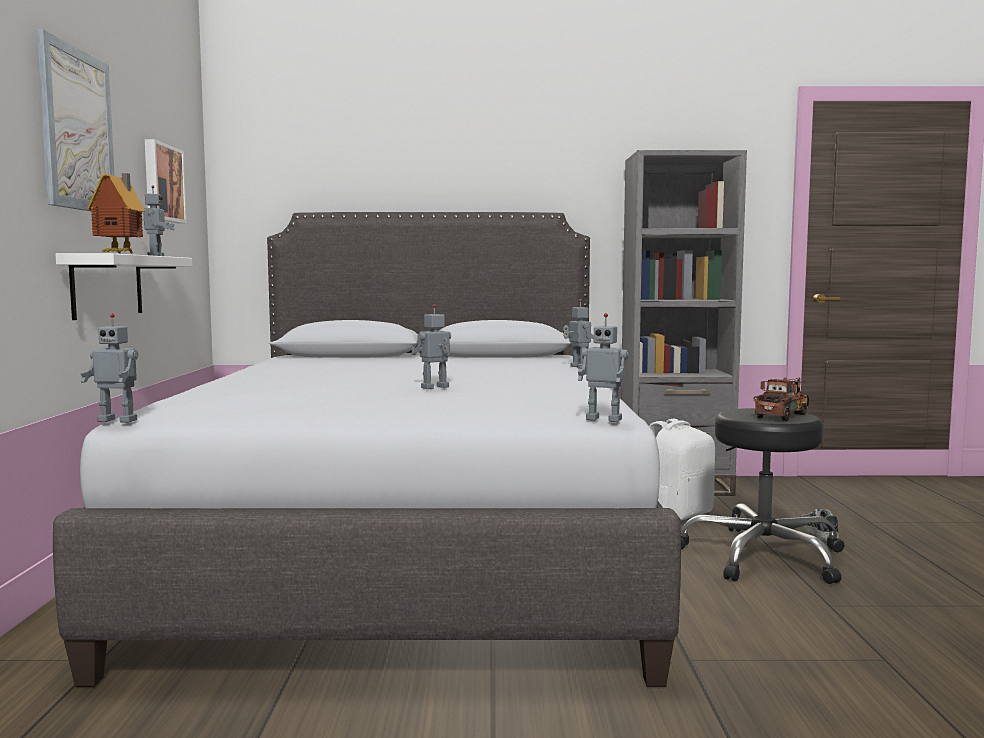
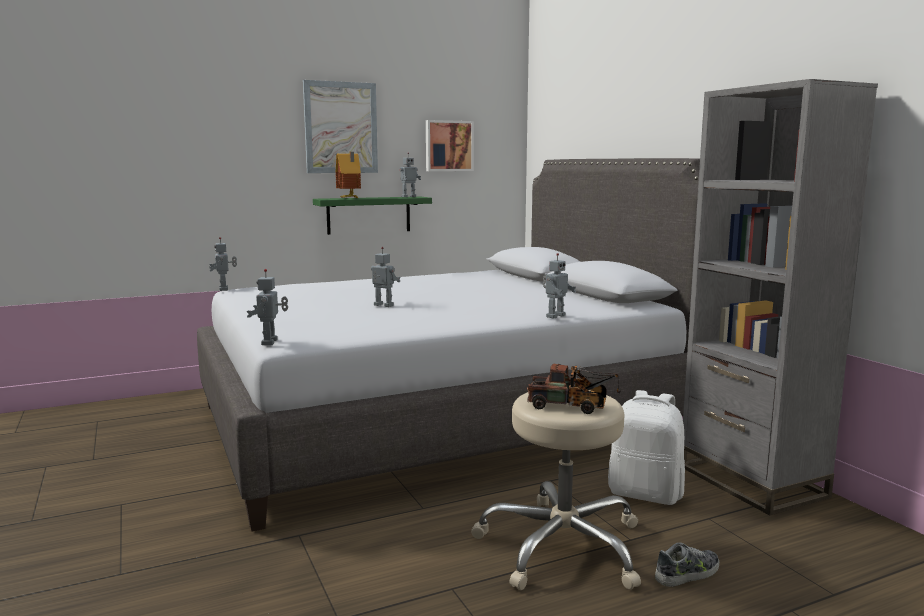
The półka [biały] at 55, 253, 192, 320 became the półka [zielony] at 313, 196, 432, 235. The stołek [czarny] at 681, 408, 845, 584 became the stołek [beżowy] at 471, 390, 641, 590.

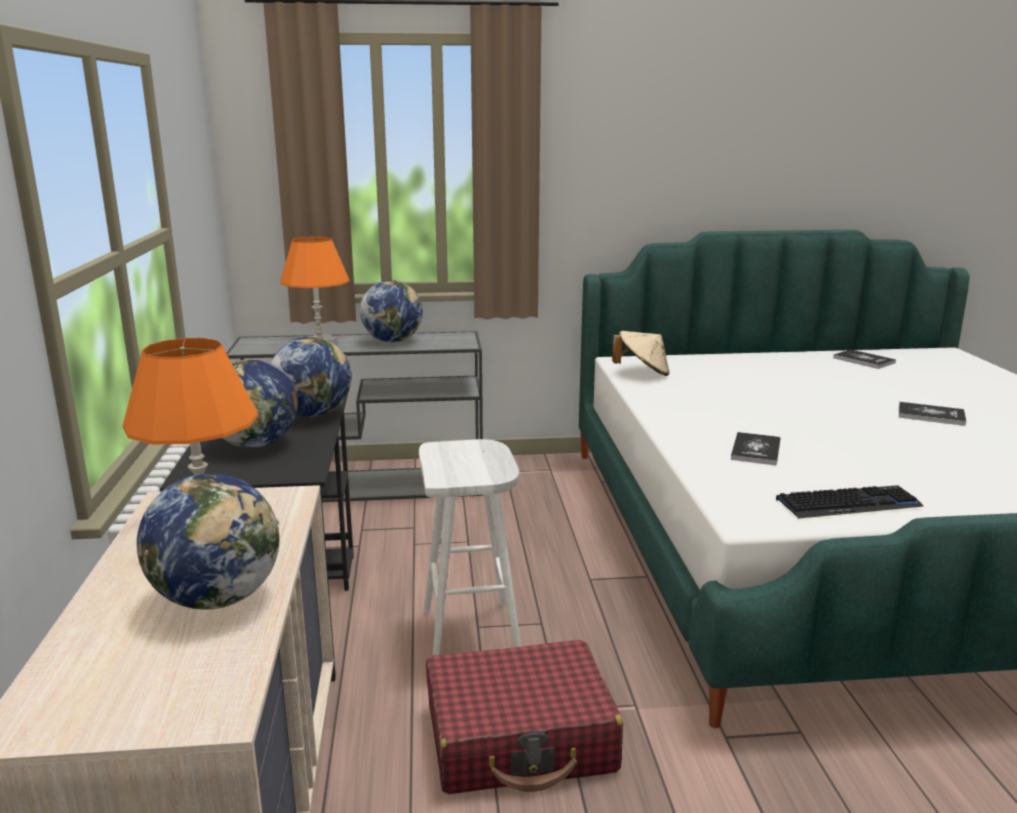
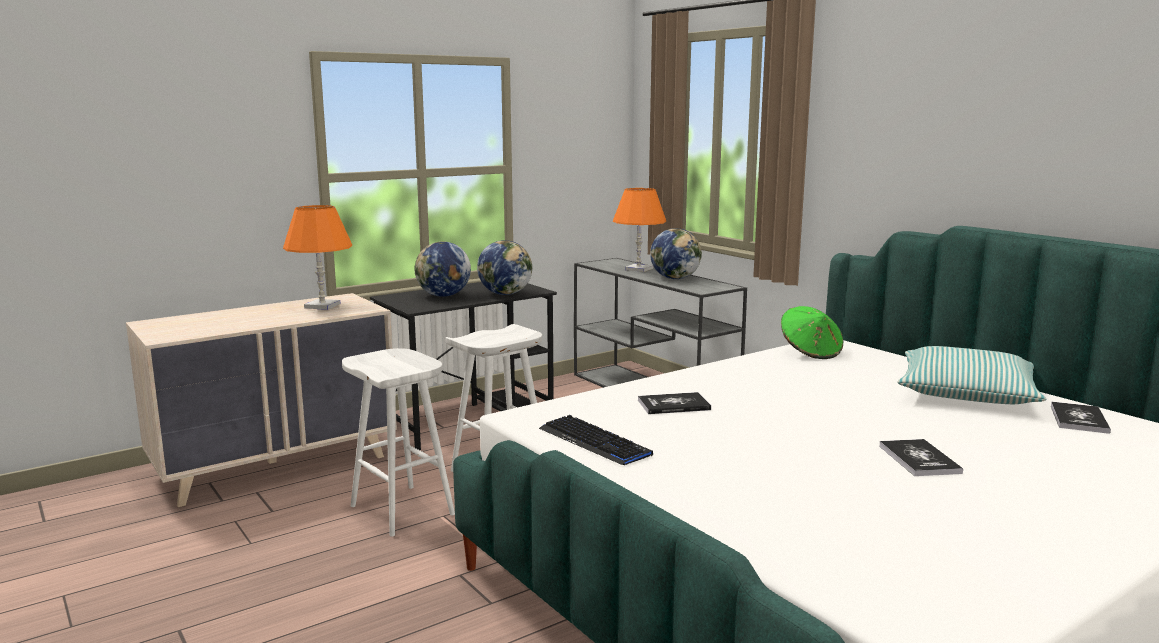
The kapelusz [beżowy] at 612, 331, 670, 376 became the kapelusz [zielony] at 781, 306, 843, 359. The globus at 137, 474, 280, 610 disappeared. The walizka [czerwony] at 426, 640, 623, 794 was replaced by the stołek [biały] at 342, 348, 455, 537. The poduszka at 897, 346, 1046, 404 appeared.

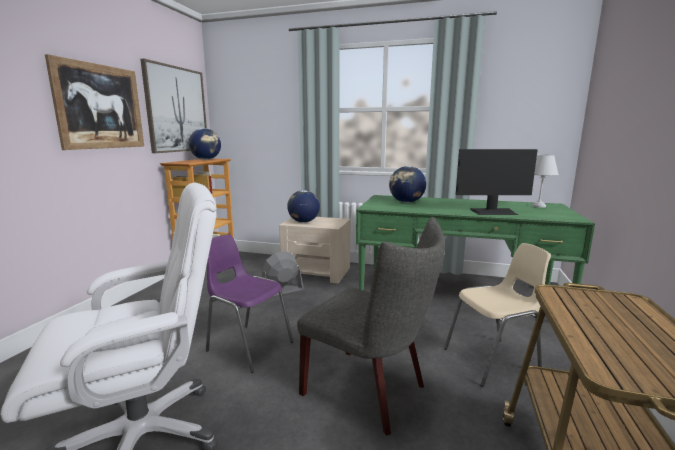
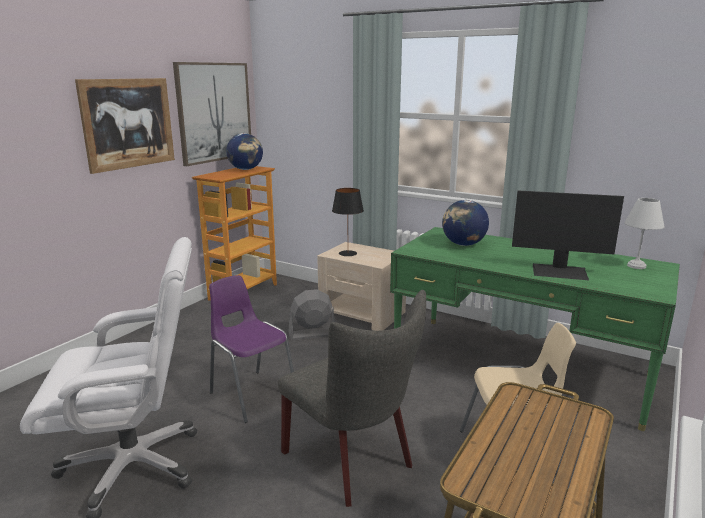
The globus at 287, 190, 320, 223 was replaced by the lampa stołowa [czarny] at 332, 188, 364, 256.

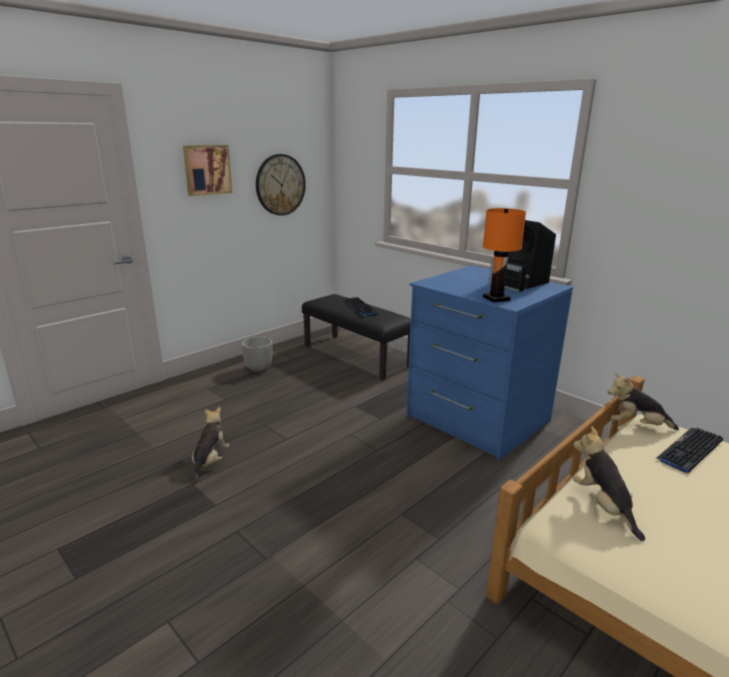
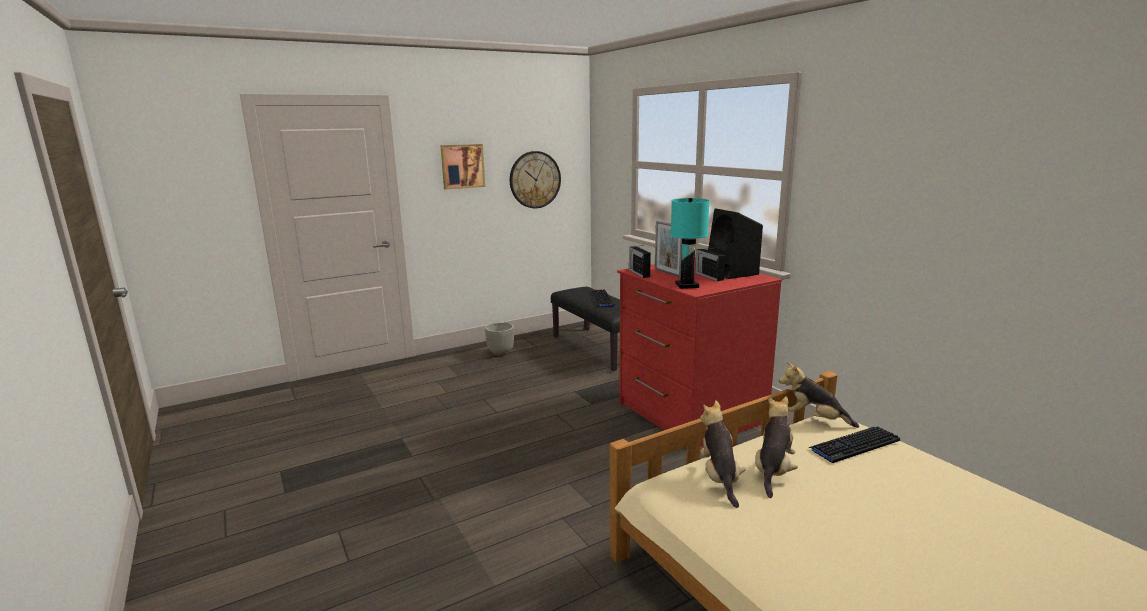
The lampa stołowa [pomarańczowy] at 483, 208, 526, 303 became the lampa stołowa [turkusowy] at 670, 198, 710, 289. The komoda [niebieski] at 406, 265, 573, 460 became the komoda [czerwony] at 617, 258, 782, 447. The pluszak moved from 192, 407, 230, 483 to 755, 396, 798, 498. The ramka na zdjęcie at 655, 220, 682, 277 appeared. The radio at 629, 245, 651, 278 appeared.

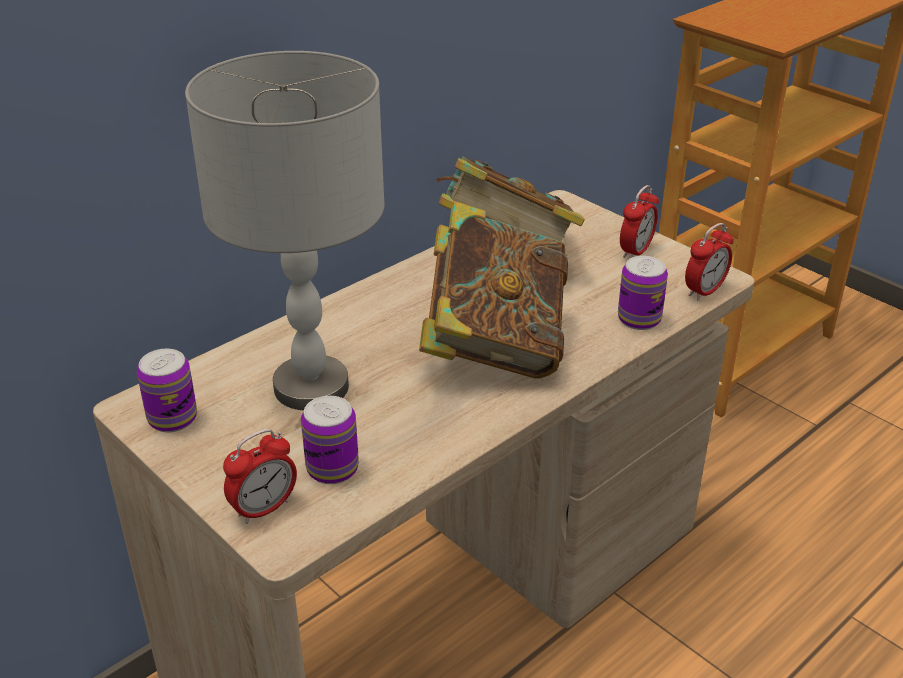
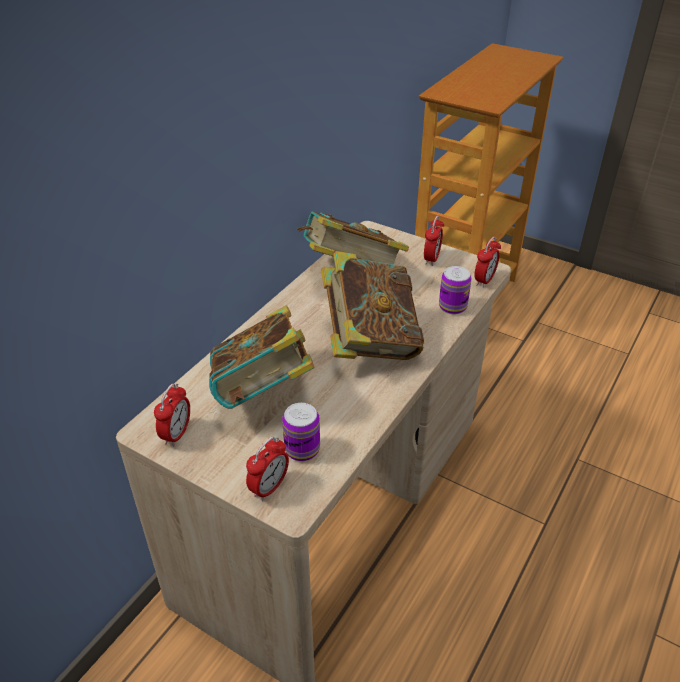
The lampa stołowa [szary] at 185, 51, 385, 410 was replaced by the książka at 209, 305, 314, 409. The puszka at 137, 349, 197, 432 was replaced by the budzik at 154, 383, 190, 446.

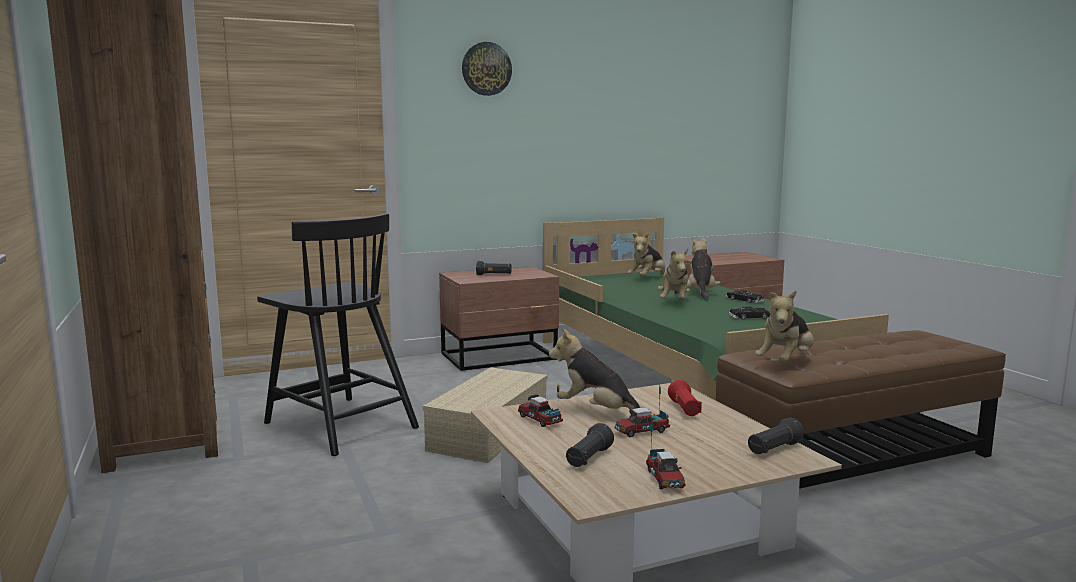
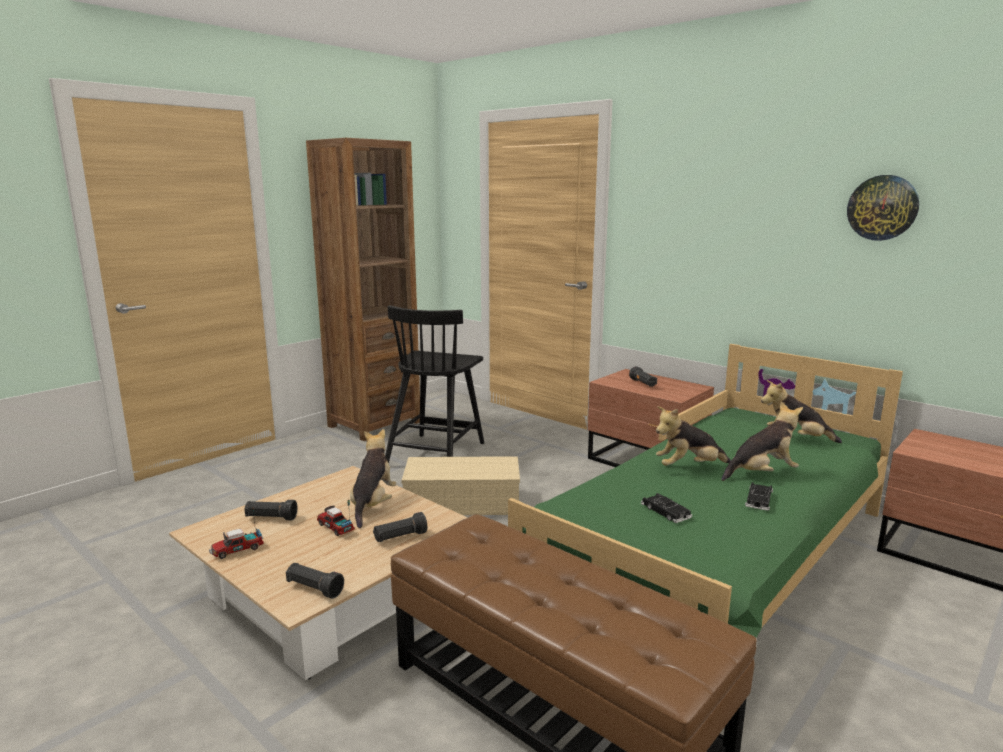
The zegar ścienny moved from 462, 42, 512, 96 to 847, 175, 919, 241. The pluszak at 755, 290, 814, 362 disappeared. The latarka [czerwony] at 668, 380, 702, 416 became the latarka [czarny] at 373, 512, 427, 542. The ciężarówka zabawkowa at 518, 386, 563, 427 disappeared.

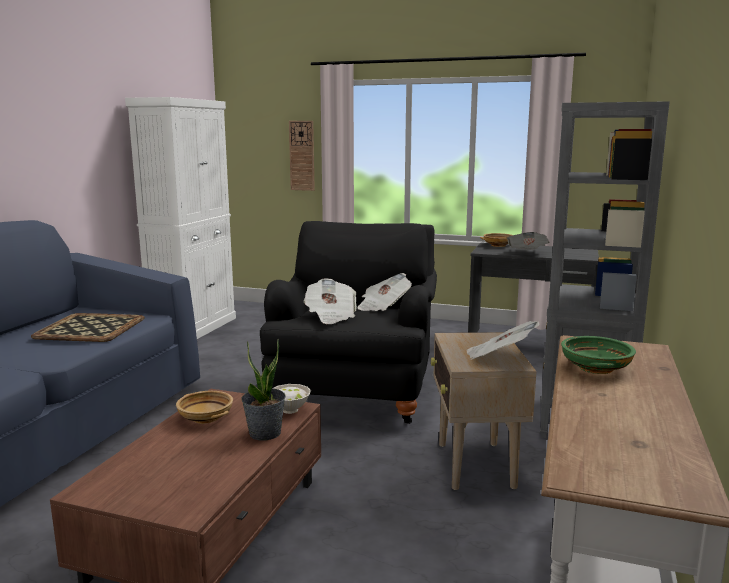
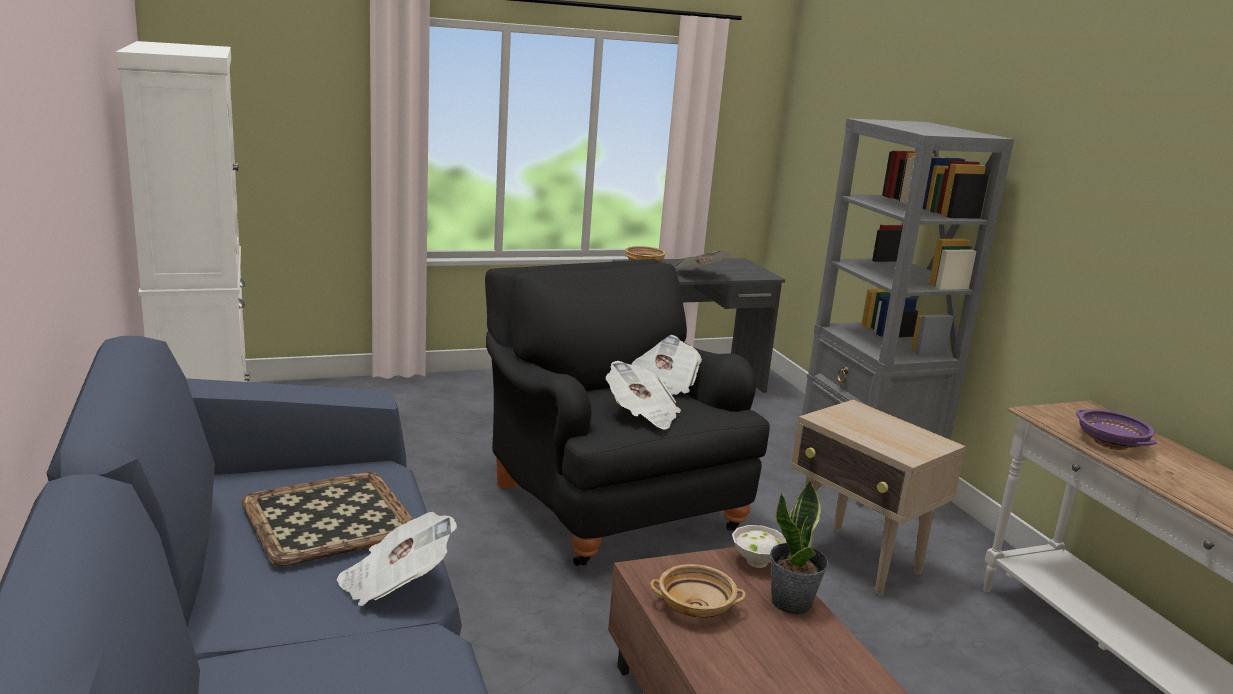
The zegar ścienny at 289, 121, 315, 191 disappeared. The gazeta moved from 467, 321, 539, 360 to 337, 512, 457, 606. The miska [zielony] at 561, 336, 636, 374 became the miska [fioletowy] at 1076, 409, 1157, 450.

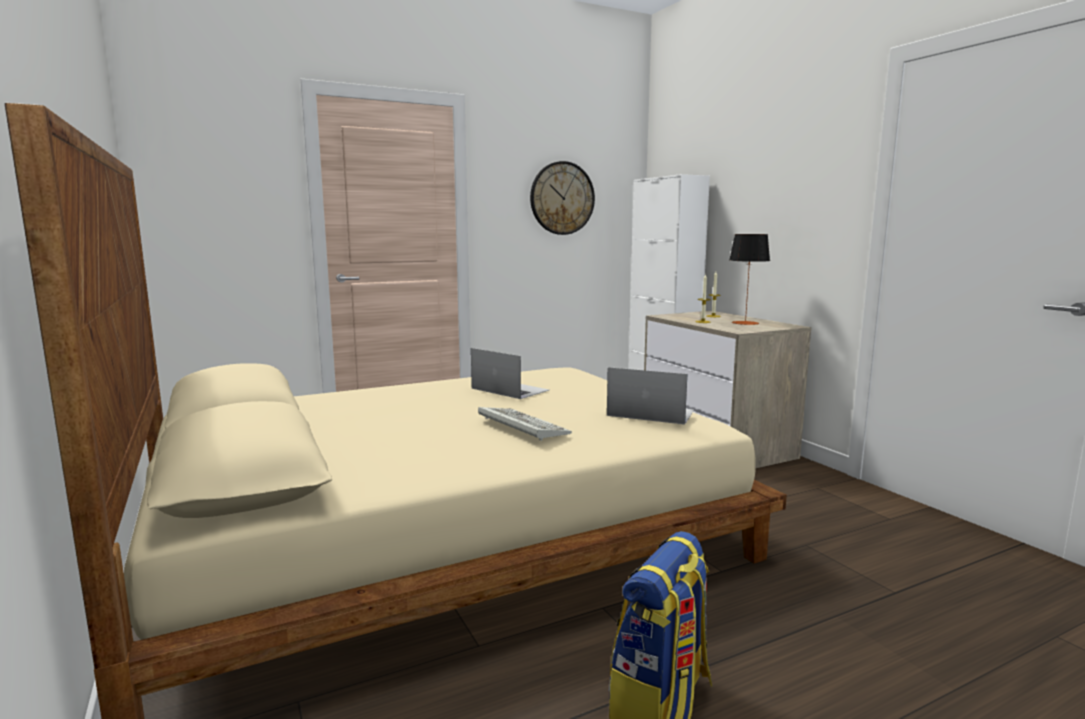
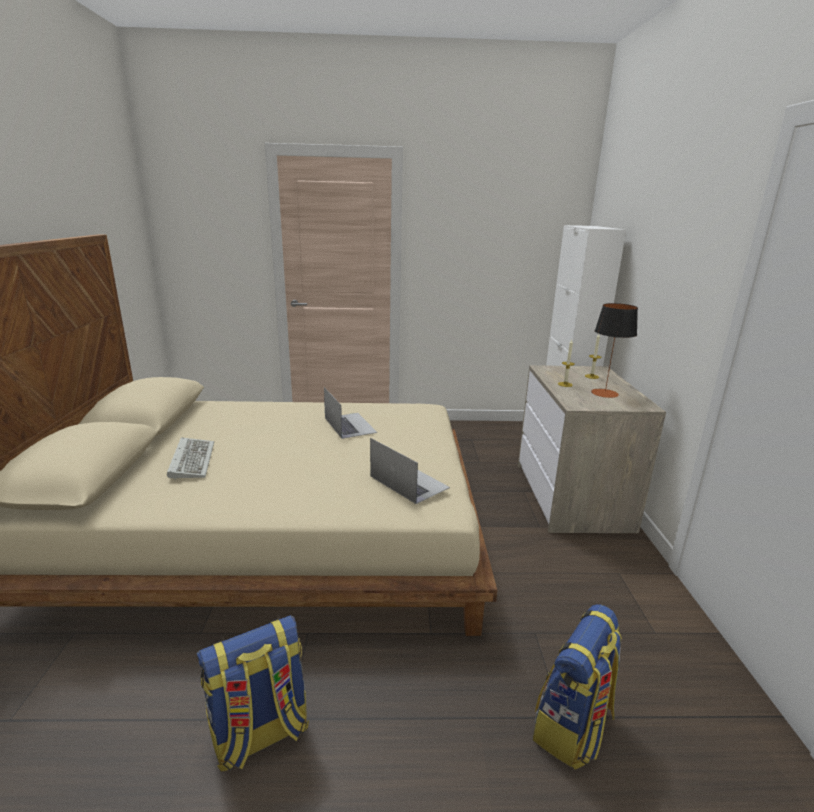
The zegar ścienny at 530, 161, 595, 235 disappeared. The klawiatura moved from 478, 407, 572, 441 to 167, 437, 214, 480. The plecak at 533, 604, 622, 770 appeared.

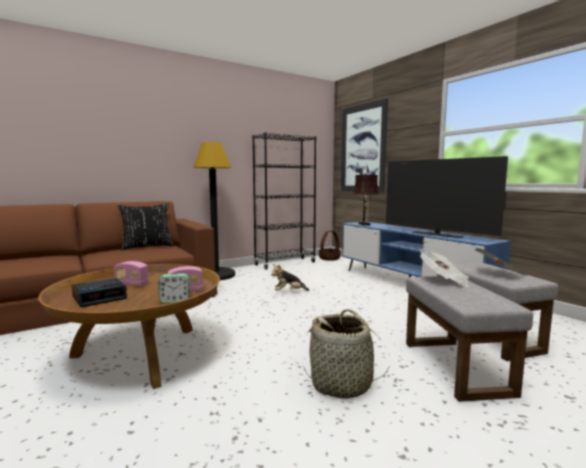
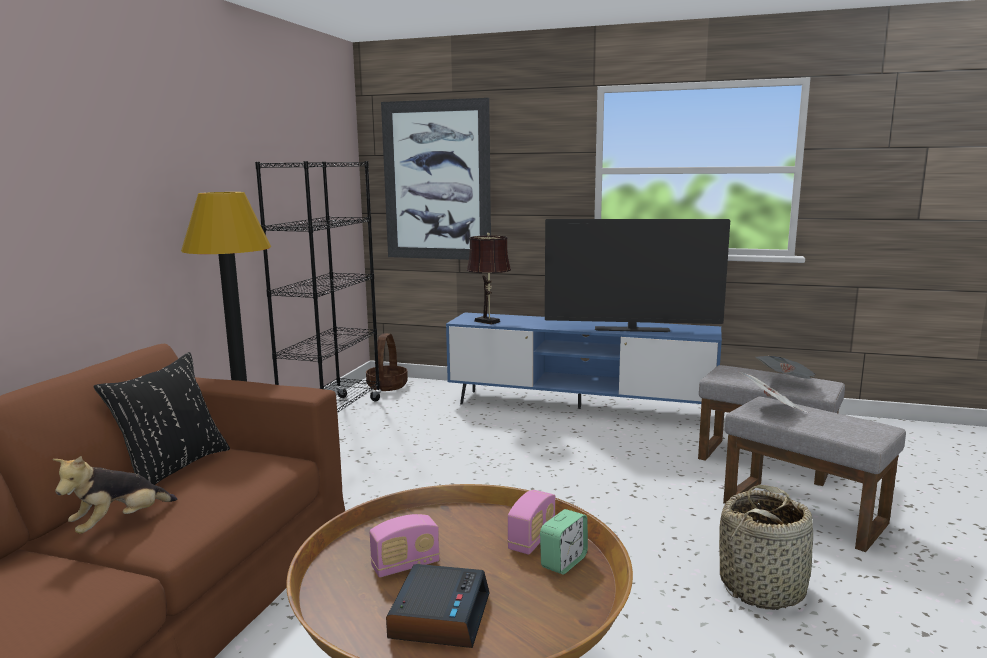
The pluszak moved from 271, 264, 309, 291 to 53, 456, 177, 534.

